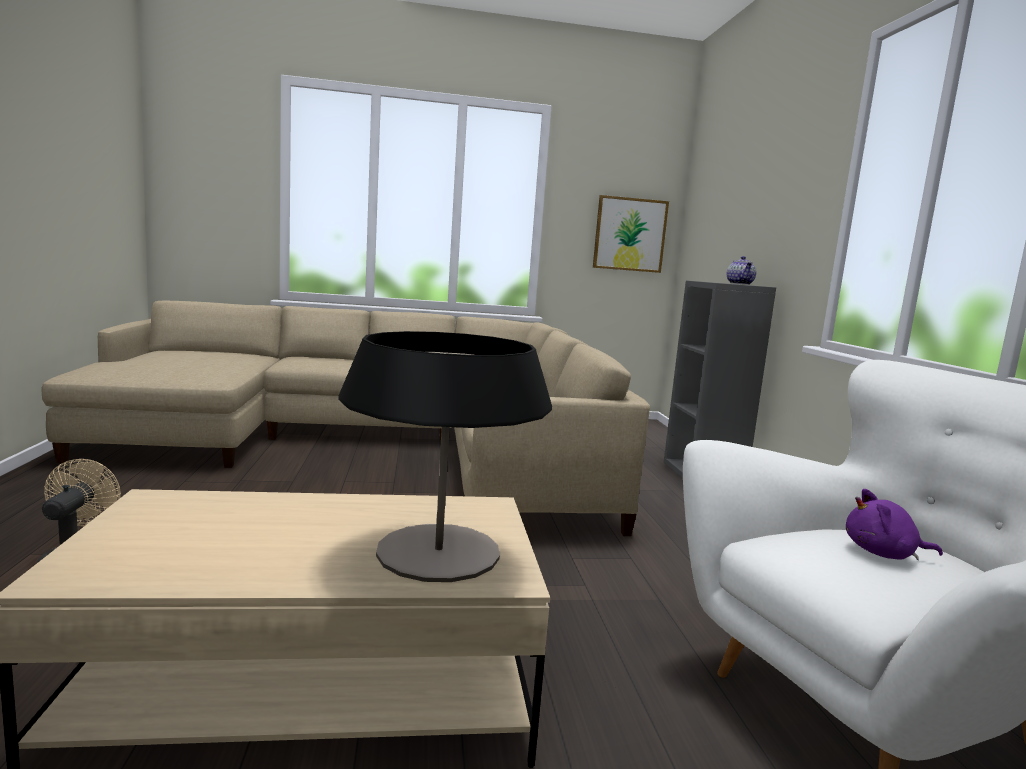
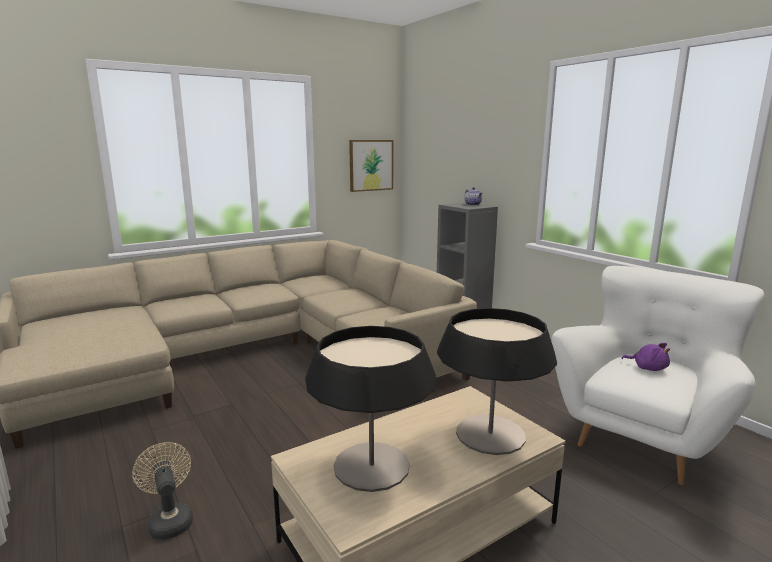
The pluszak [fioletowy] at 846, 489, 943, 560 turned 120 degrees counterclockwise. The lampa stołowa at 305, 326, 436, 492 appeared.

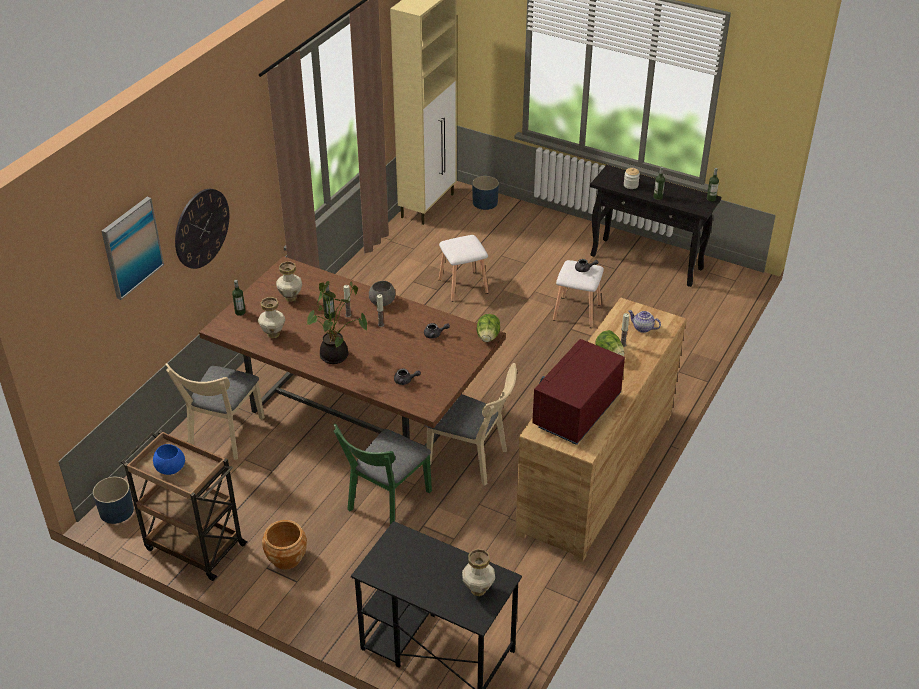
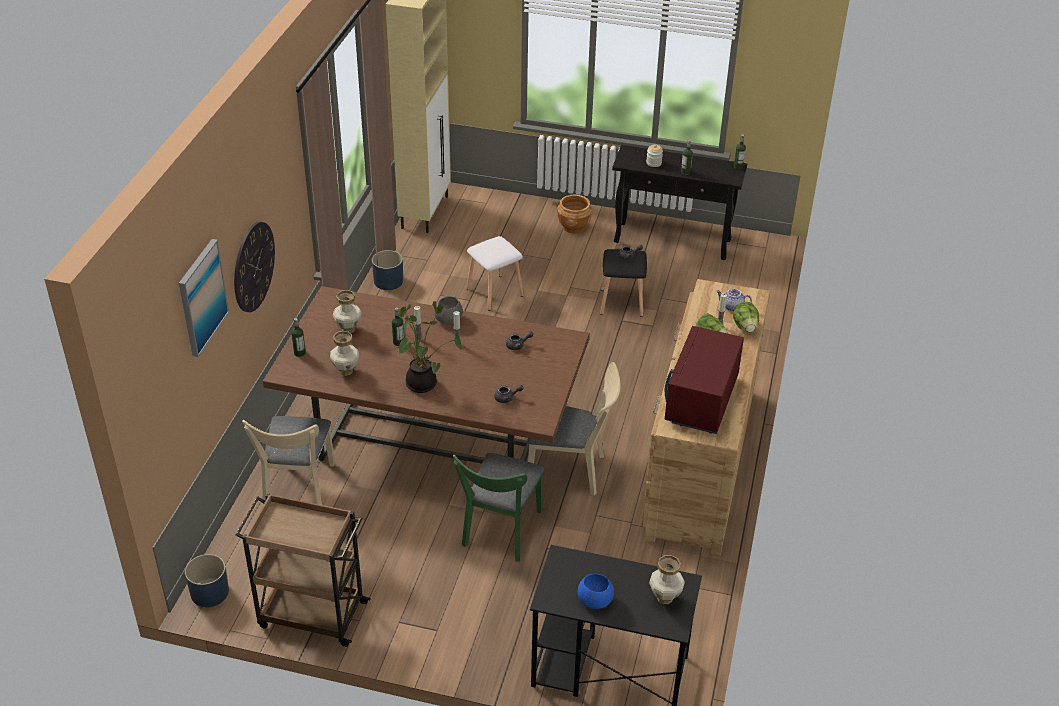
The donica [niebieski] moved from 472, 176, 499, 210 to 372, 250, 403, 290. The stołek [biały] at 553, 260, 604, 328 became the stołek [czarny] at 600, 249, 647, 317. The sałata moved from 477, 314, 500, 342 to 733, 302, 759, 332. The miska [niebieski] moved from 153, 444, 185, 475 to 578, 574, 614, 609. The donica [brązowy] moved from 262, 520, 307, 570 to 557, 195, 592, 233.

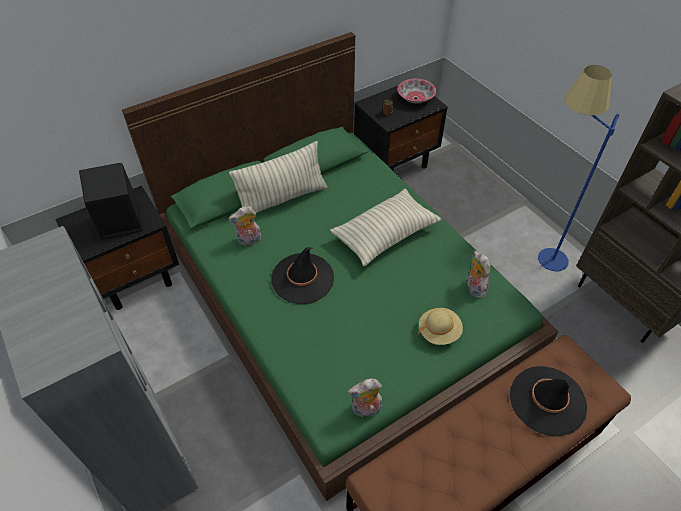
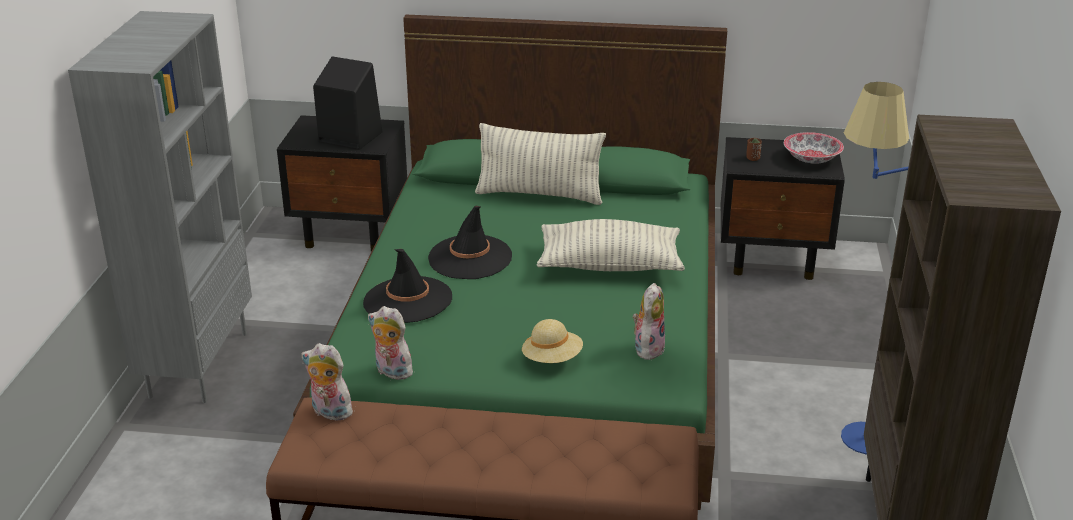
The pluszak moved from 228, 206, 261, 246 to 301, 343, 353, 421. The kapelusz [czarny] moved from 510, 366, 587, 436 to 363, 249, 452, 323.

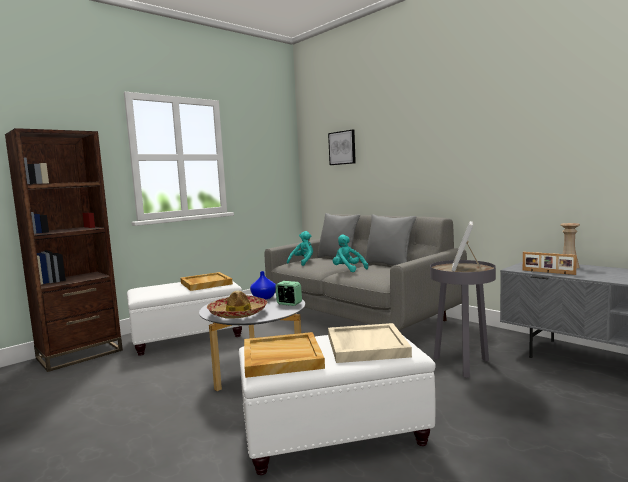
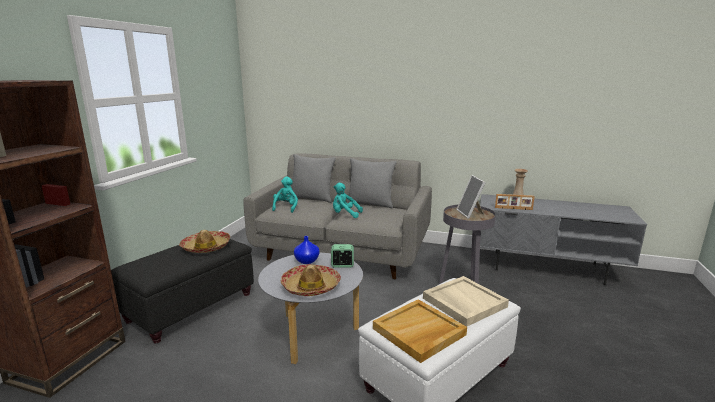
The obraz at 328, 130, 356, 165 disappeared. The taca [beżowy] at 180, 272, 233, 291 was replaced by the kapelusz at 179, 230, 230, 253. The pufa [biały] at 127, 281, 243, 356 became the pufa [czarny] at 111, 239, 254, 343.

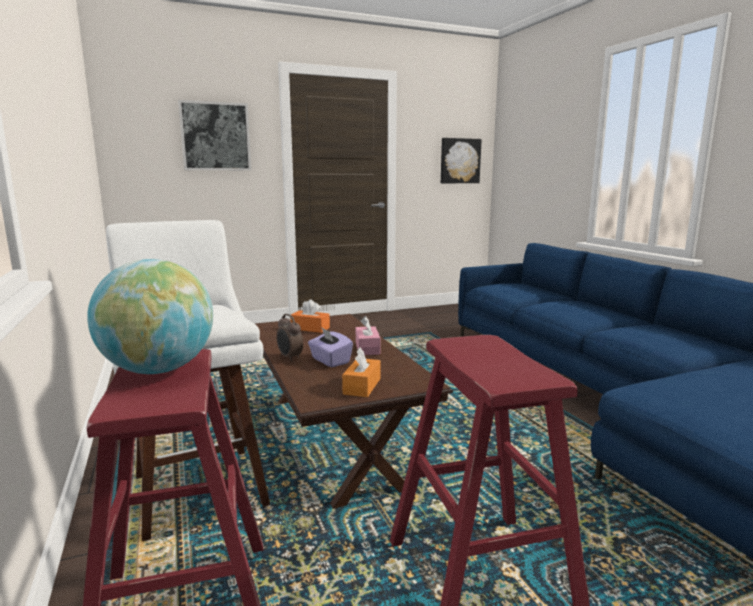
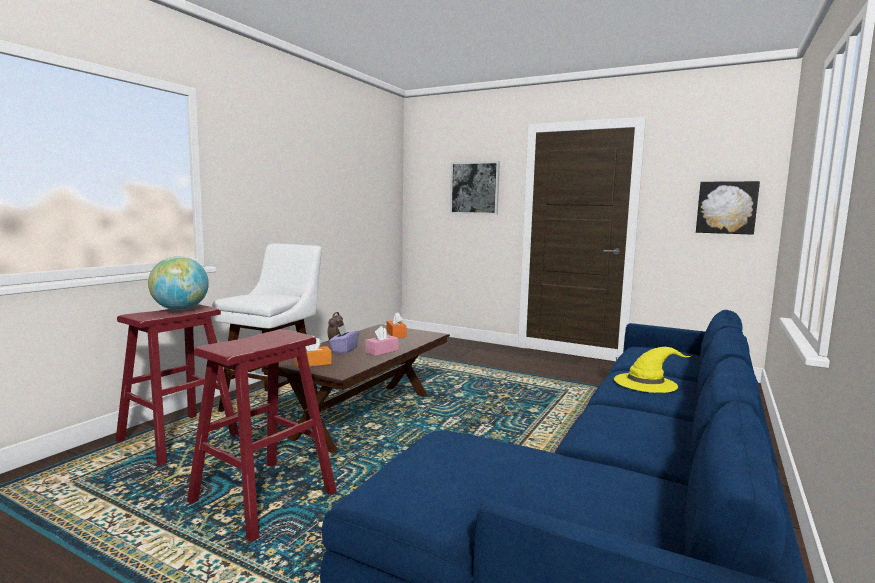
The kapelusz [żółty] at 614, 347, 691, 393 appeared.

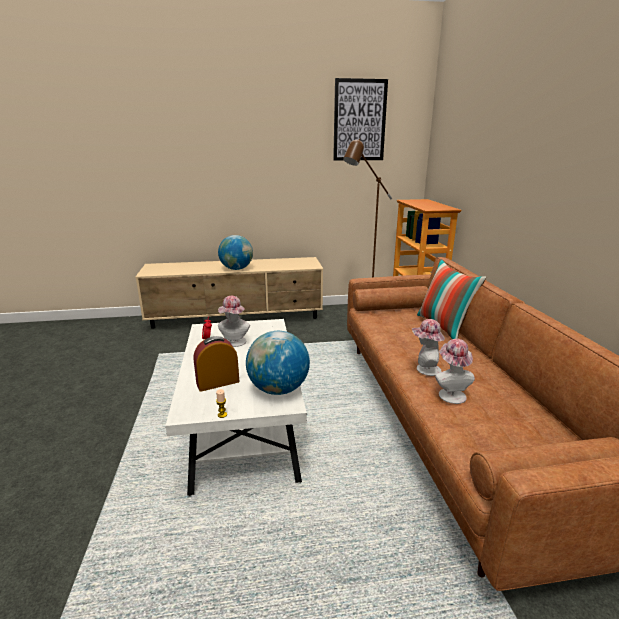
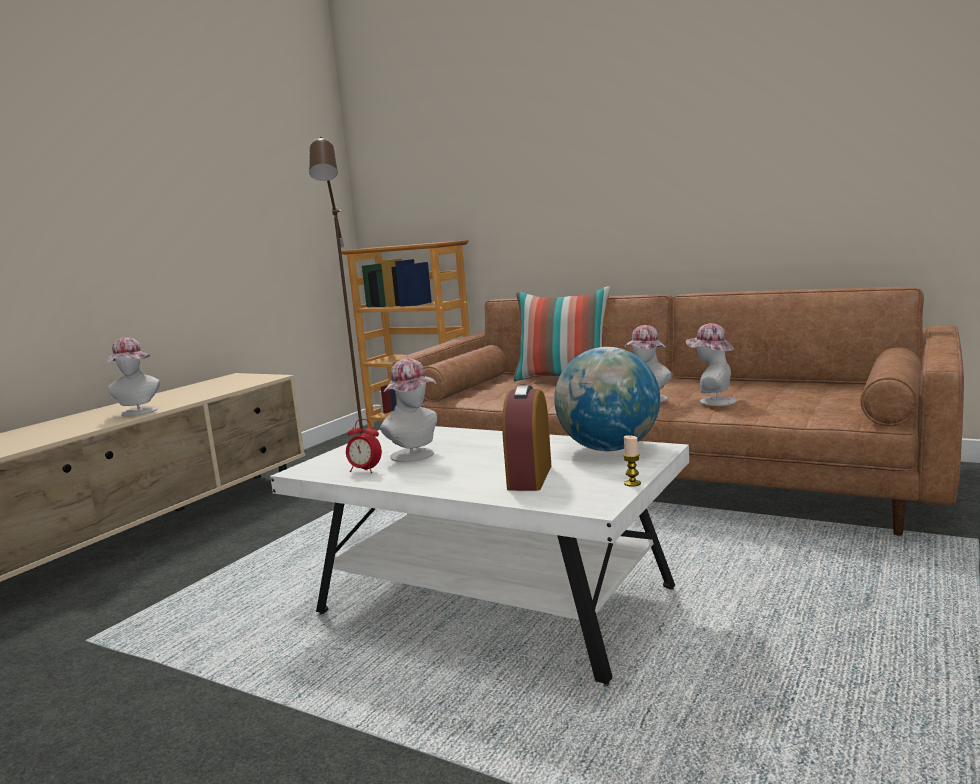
The obraz at 333, 78, 388, 161 disappeared. The globus at 218, 235, 253, 270 was replaced by the kapelusz at 105, 337, 160, 416.

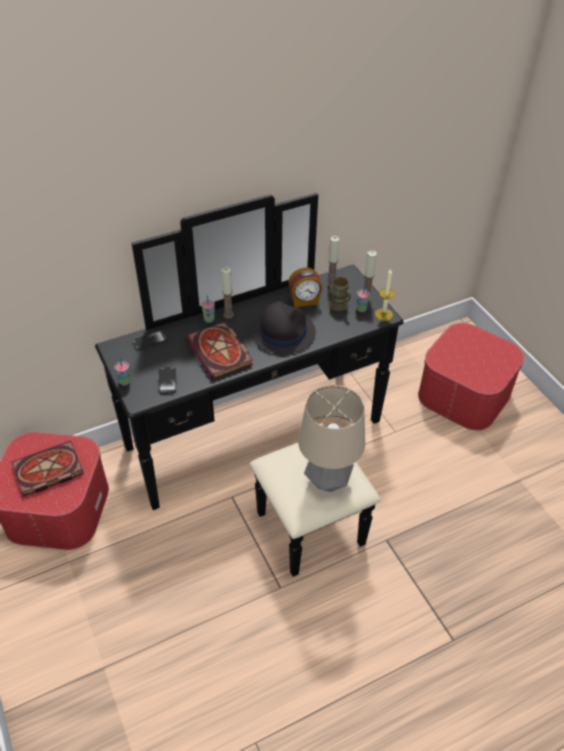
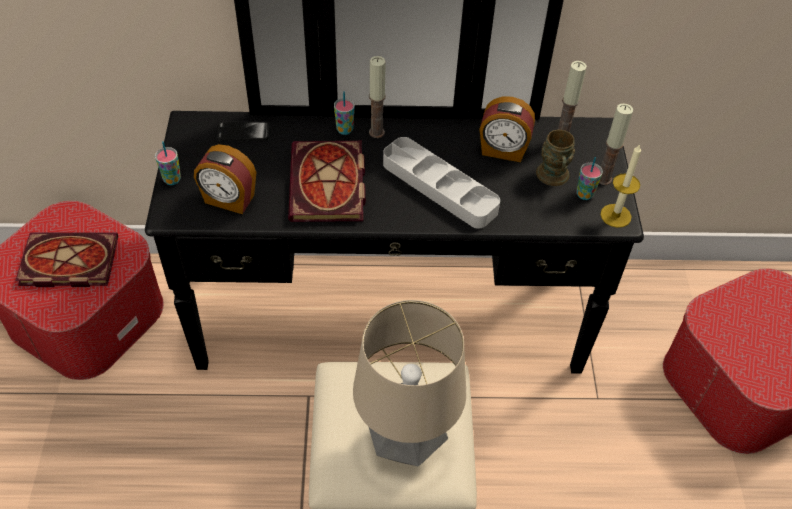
The kapelusz [czarny] at 251, 301, 316, 356 was replaced by the taca [szary] at 383, 137, 500, 229. The telefon at 159, 367, 176, 394 was replaced by the budzik at 194, 144, 256, 214.

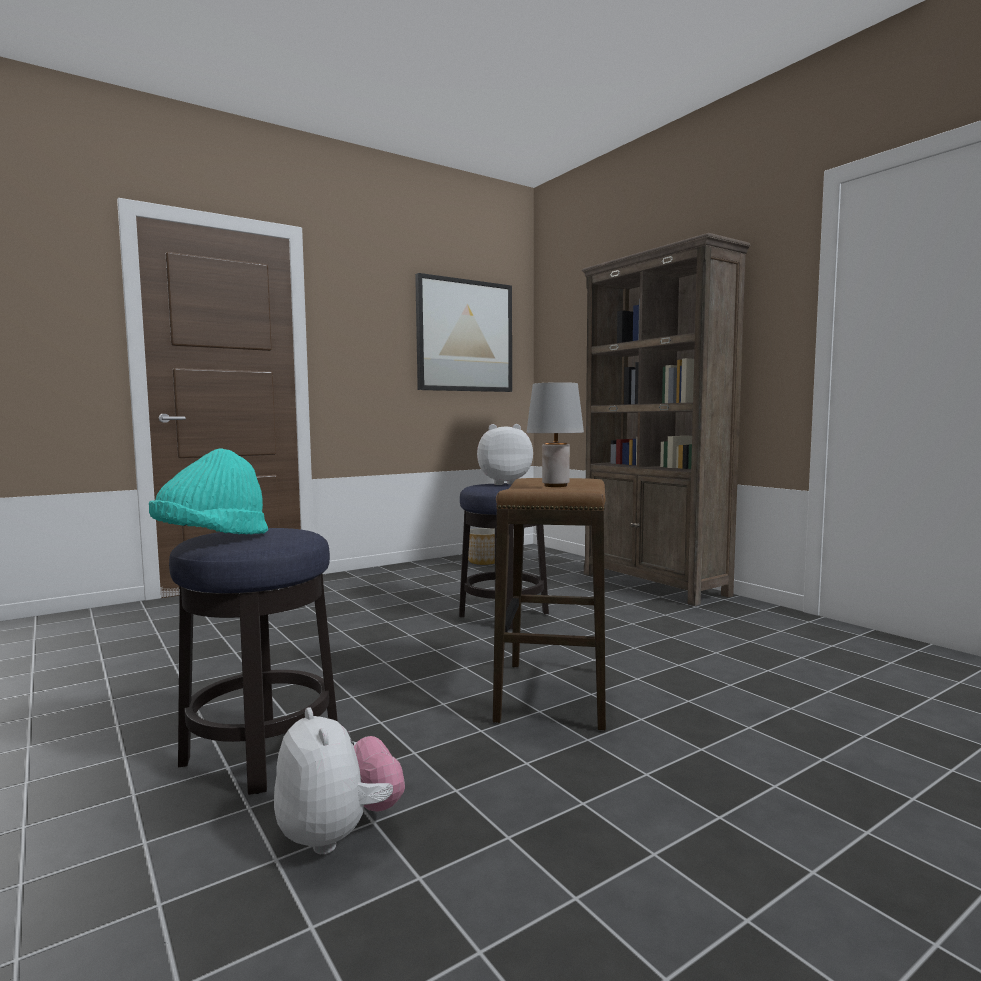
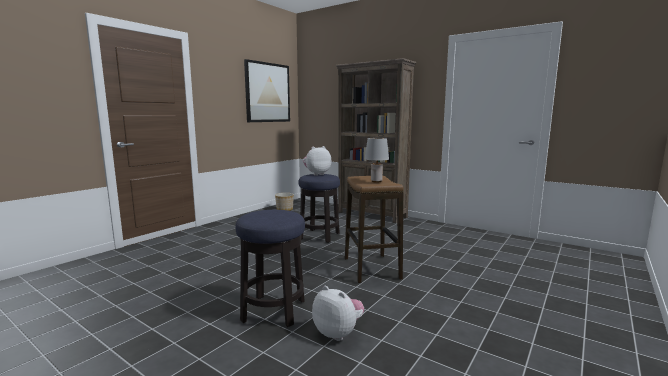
The kapelusz [turkusowy] at 149, 448, 268, 535 disappeared.

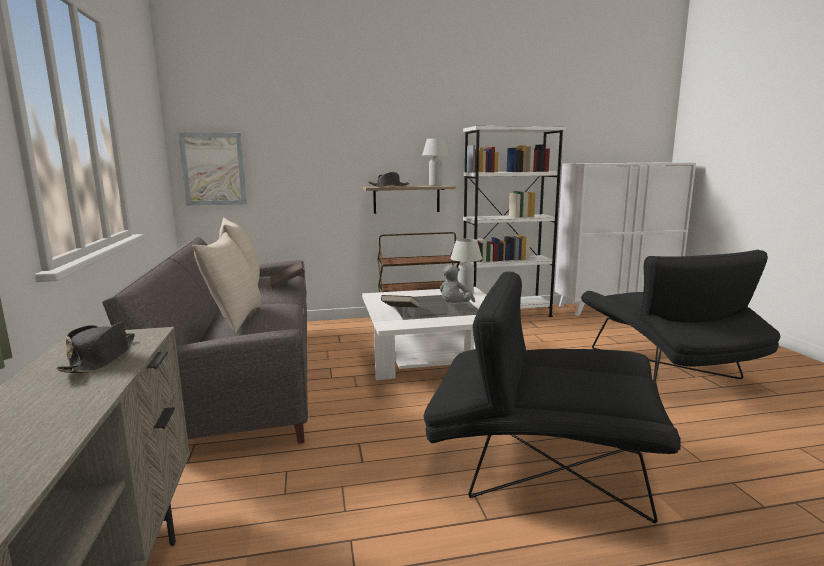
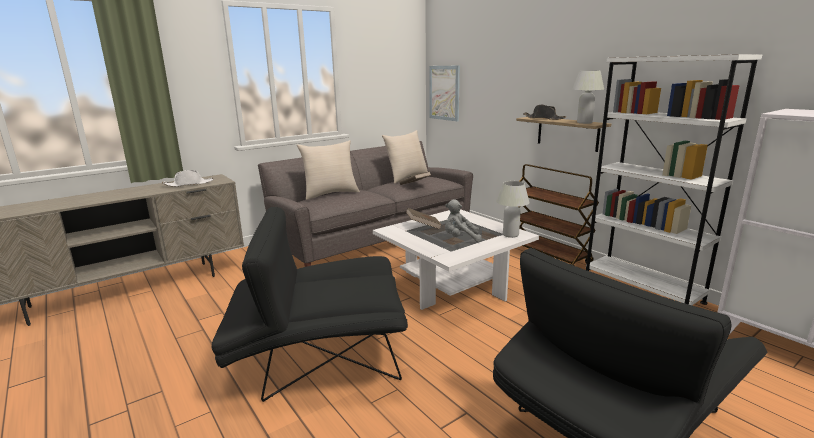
The fotel [czarny] at 424, 271, 681, 523 turned 90 degrees counterclockwise. The kapelusz [czarny] at 56, 321, 135, 373 became the kapelusz [biały] at 162, 170, 214, 187.

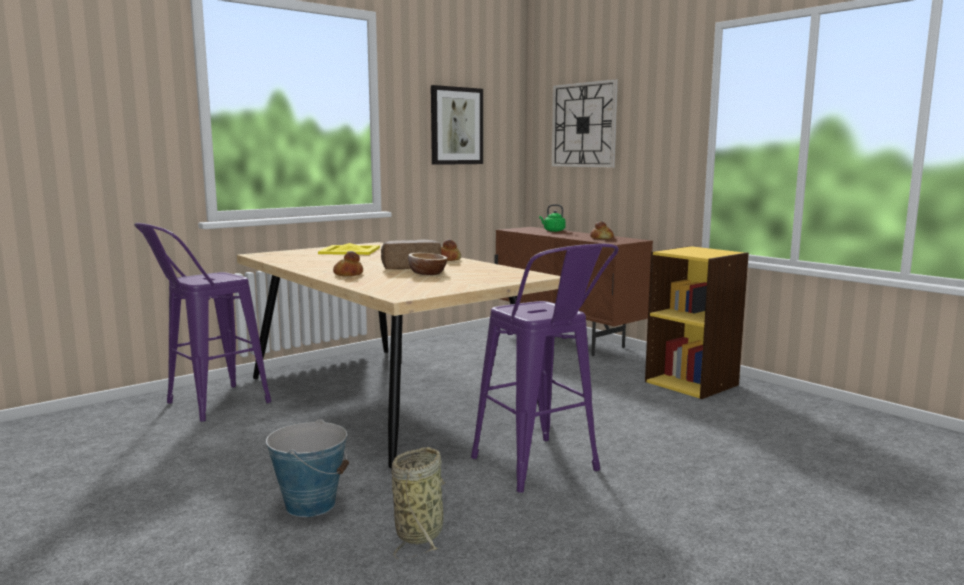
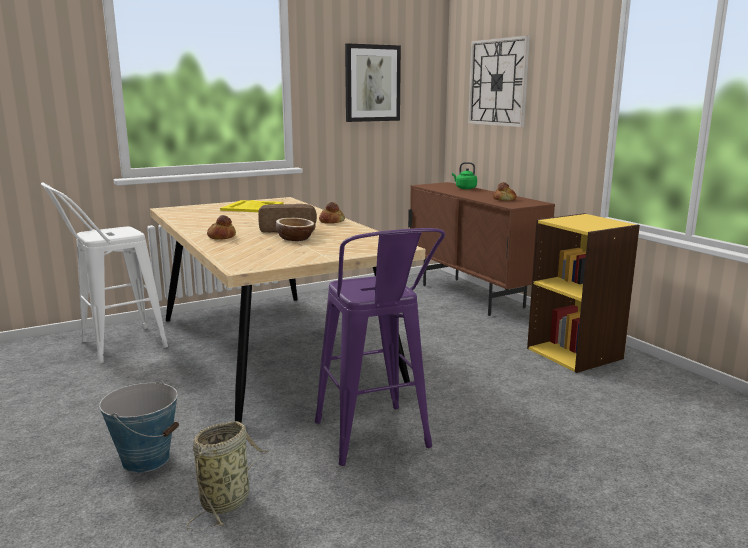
The stołek [fioletowy] at 134, 223, 271, 422 became the stołek [biały] at 41, 182, 168, 363.

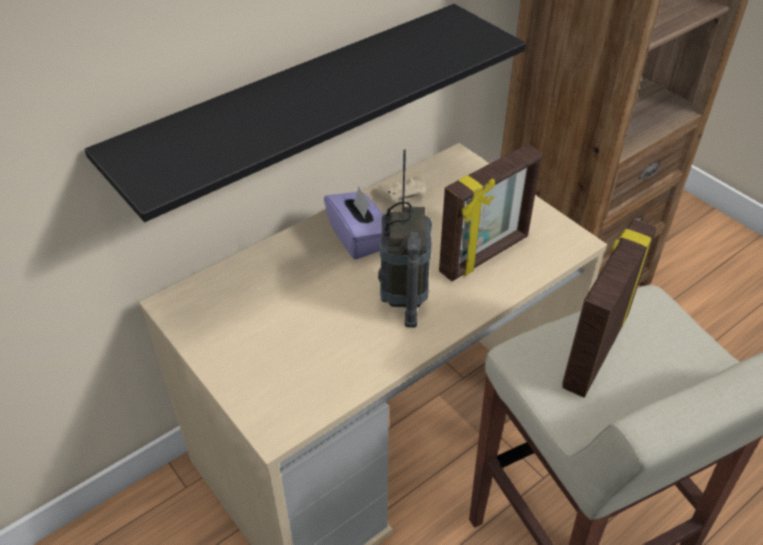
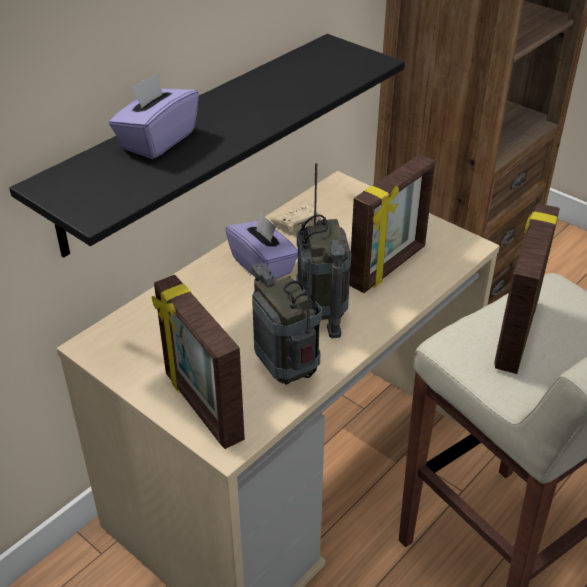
The pudełko chusteczek [fioletowy] at 109, 72, 199, 159 appeared. The radio at 252, 258, 322, 385 appeared. The ramka na zdjęcie at 152, 275, 245, 449 appeared.

